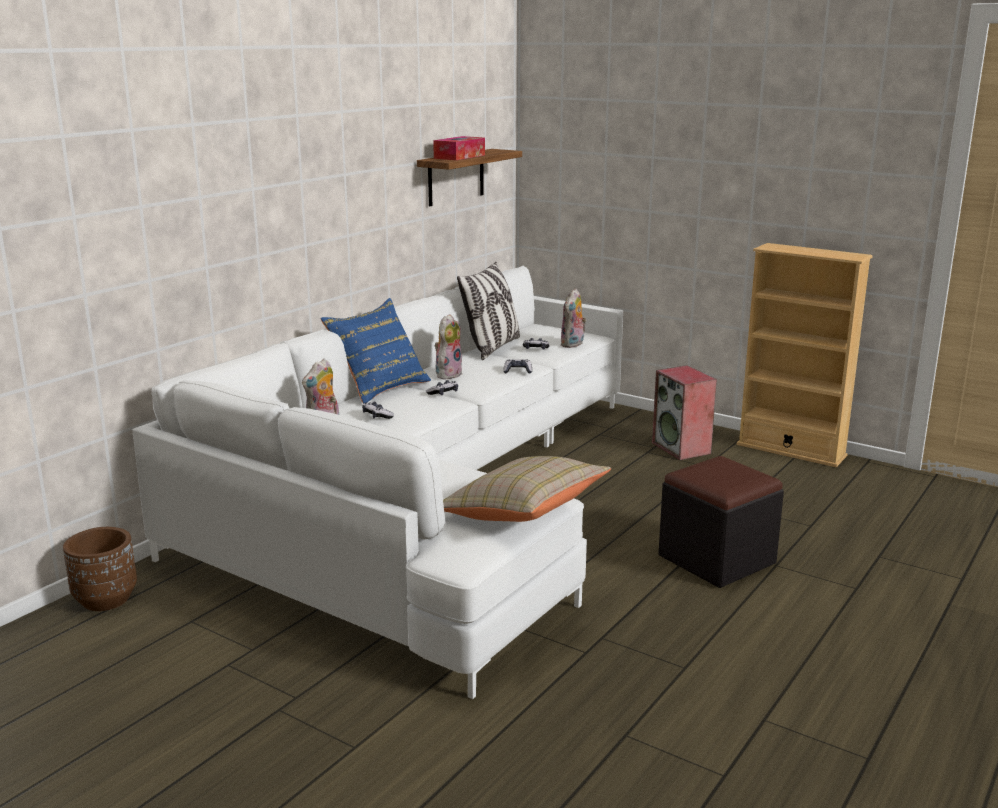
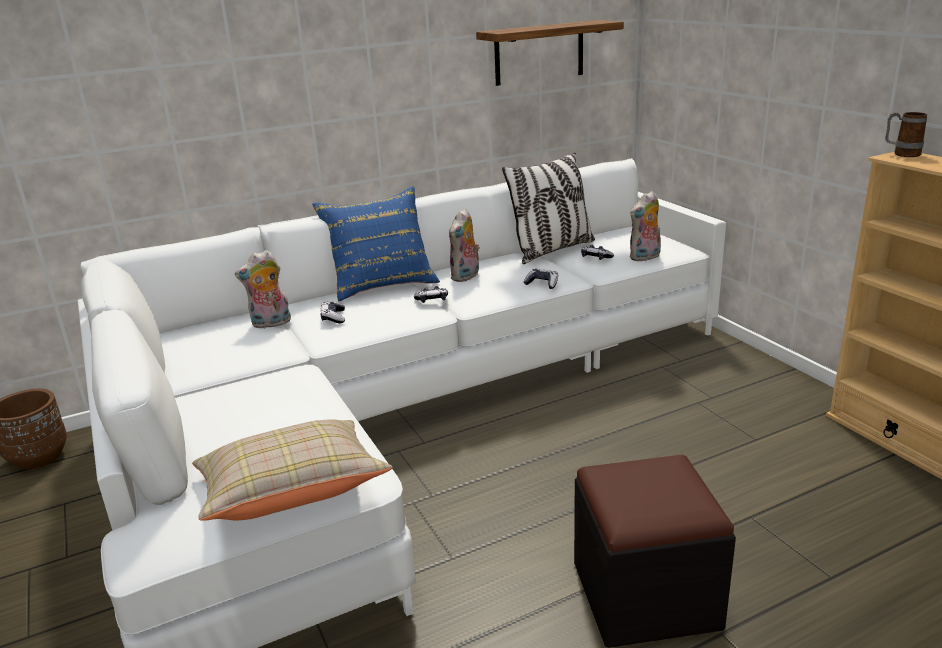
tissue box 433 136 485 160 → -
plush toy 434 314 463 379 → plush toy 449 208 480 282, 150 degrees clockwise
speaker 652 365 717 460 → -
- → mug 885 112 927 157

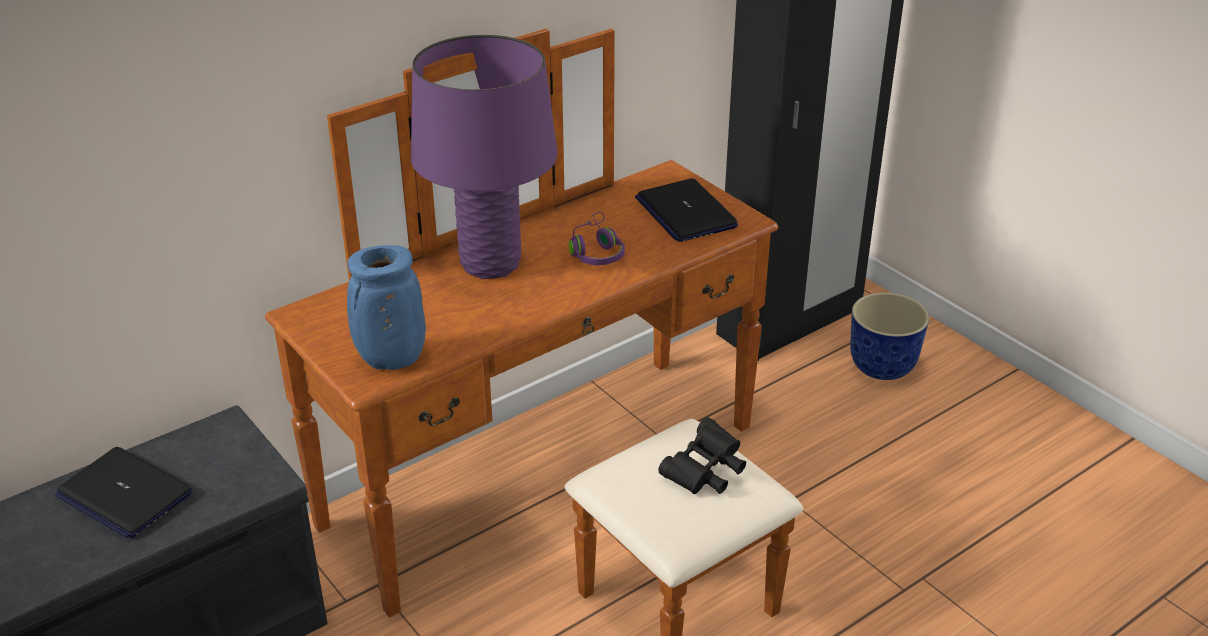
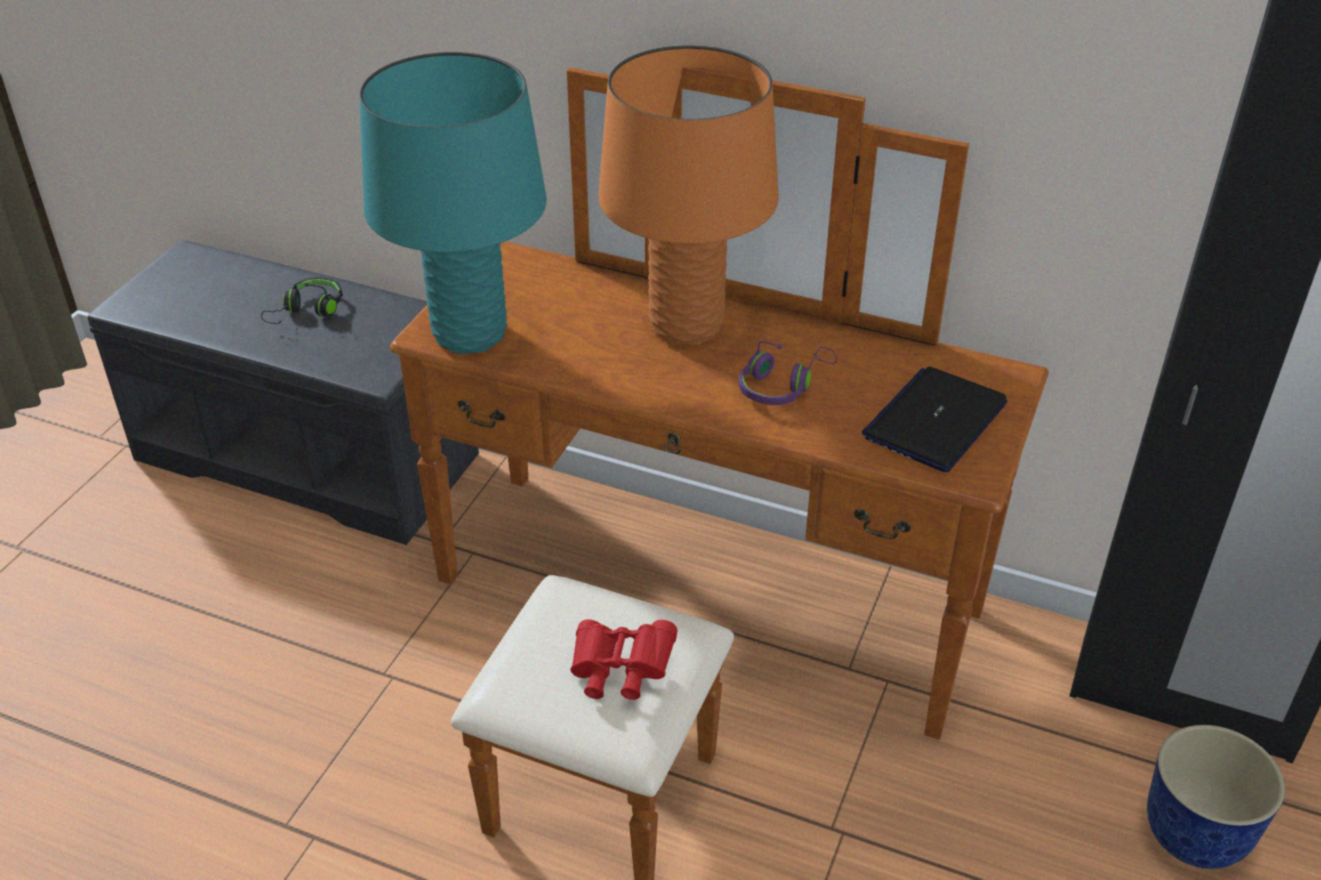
laptop 55 447 193 538 → black headphones 261 277 343 324
blue vase 347 245 426 370 → turquoise table lamp 359 52 547 354
purple table lamp 411 35 558 279 → orange table lamp 598 45 779 345
black binoculars 658 417 746 494 → red binoculars 570 619 678 700

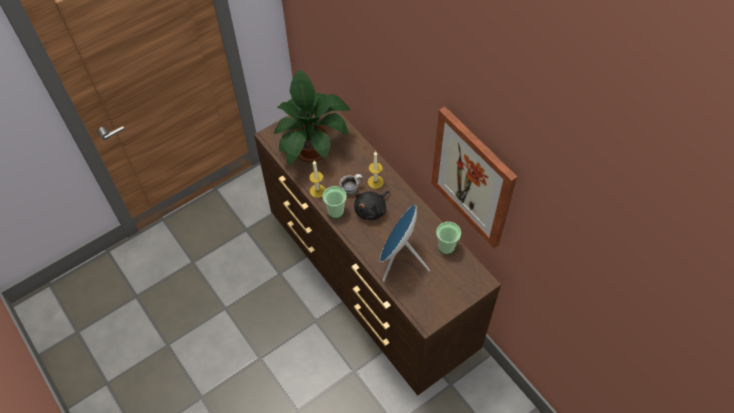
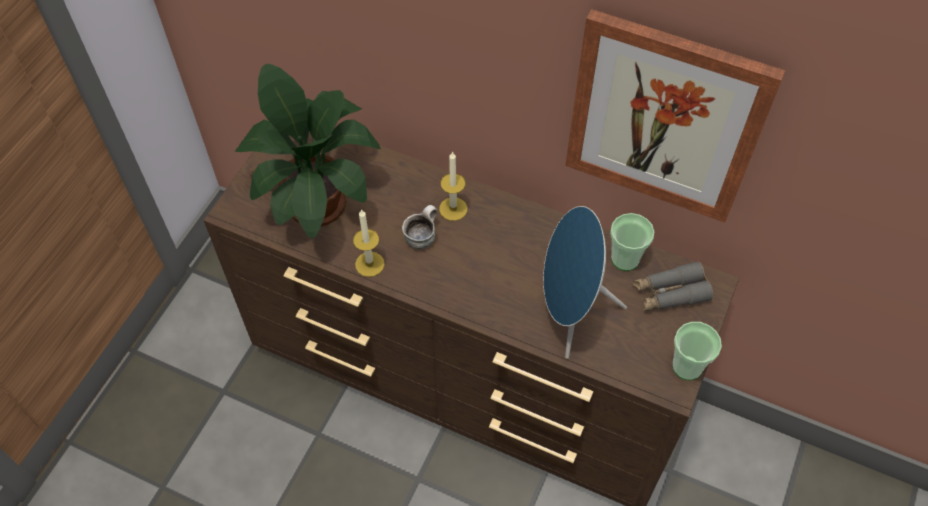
cup 322 186 347 218 → cup 672 322 722 380, shifted
black plush toy 354 191 390 220 → -
- → grey binoculars 633 261 713 311

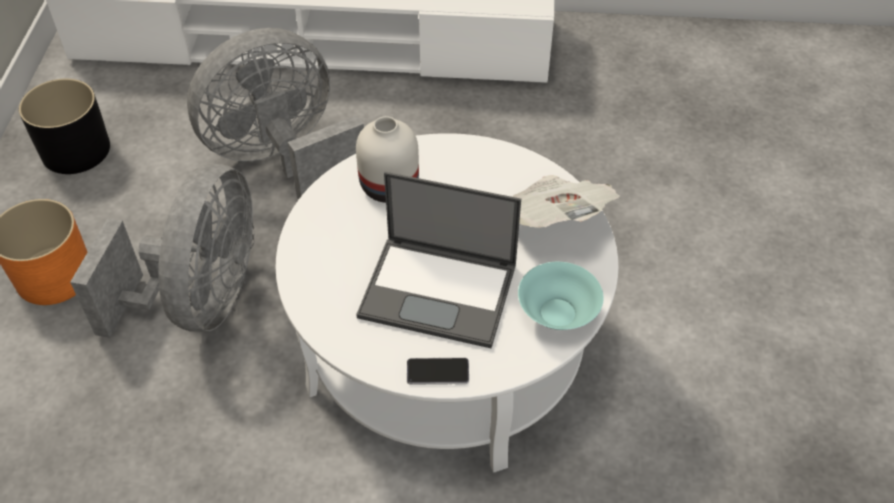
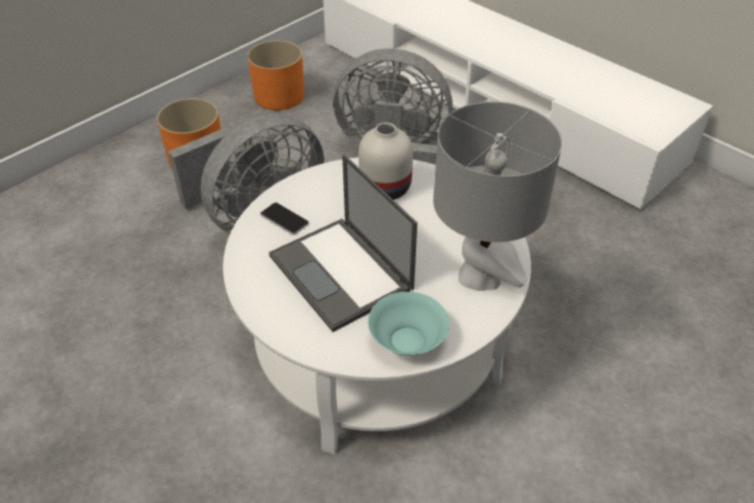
black planter 19 79 110 174 → orange planter 247 40 304 110
phone 407 358 469 385 → phone 260 202 309 235, shifted
newspaper 512 175 620 228 → grey table lamp 433 101 562 291

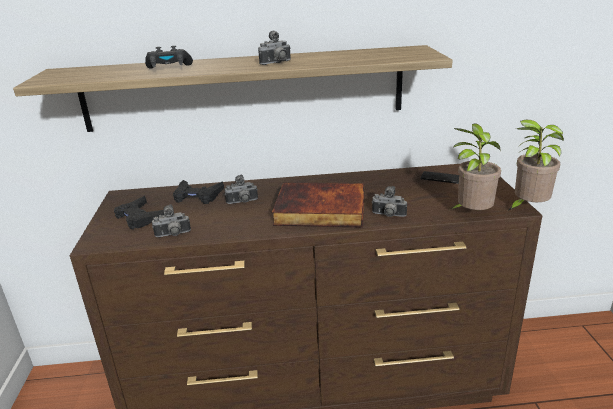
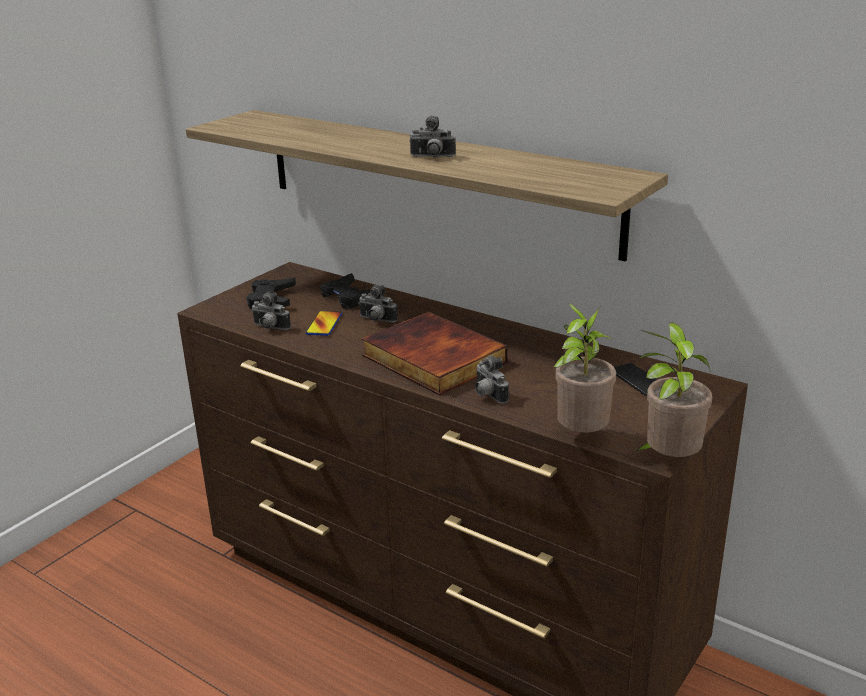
black game controller 145 46 193 69 → -
- → phone 306 311 342 336

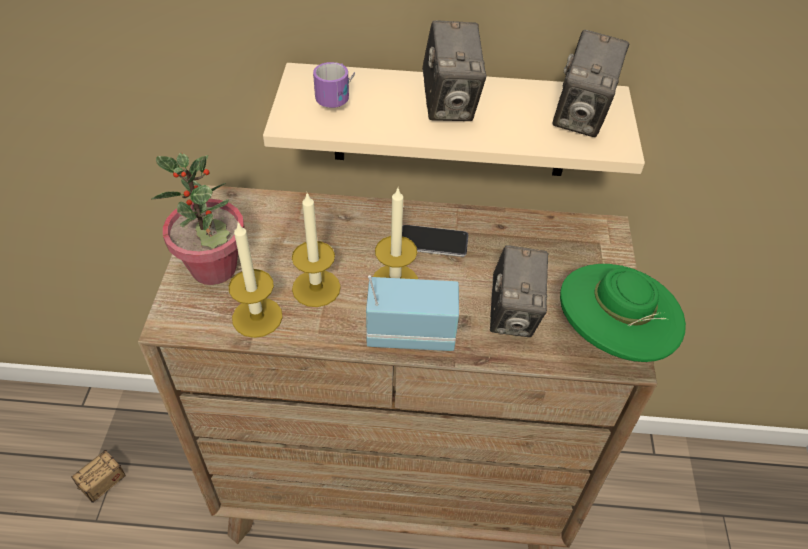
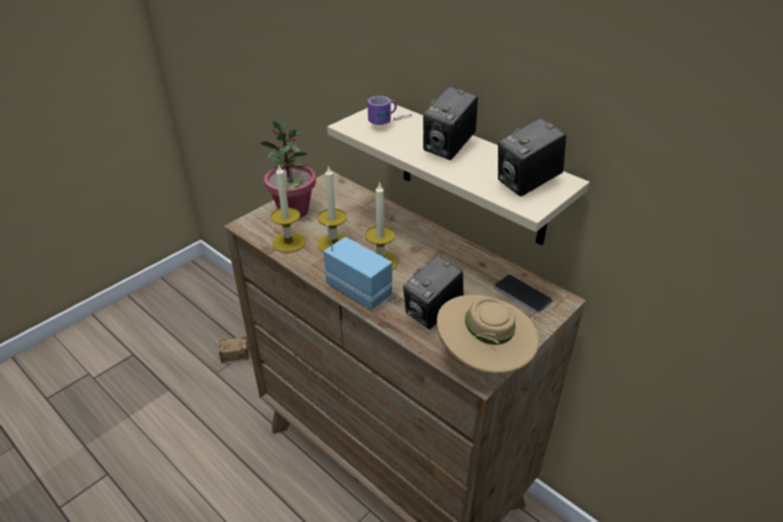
phone 402 225 469 257 → phone 494 275 553 313, shifted
green hat 560 264 686 362 → beige hat 437 295 539 374

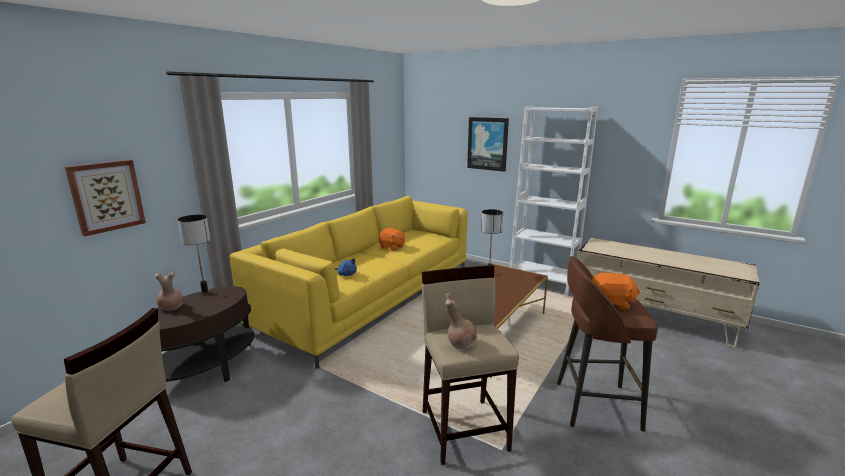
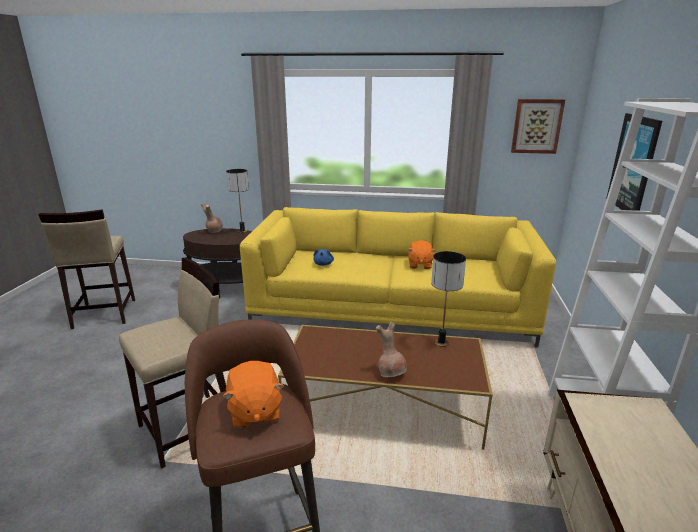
picture 65 160 146 237 → picture 511 99 565 154, shifted
brown vase 445 293 477 349 → brown vase 376 322 407 377, shifted

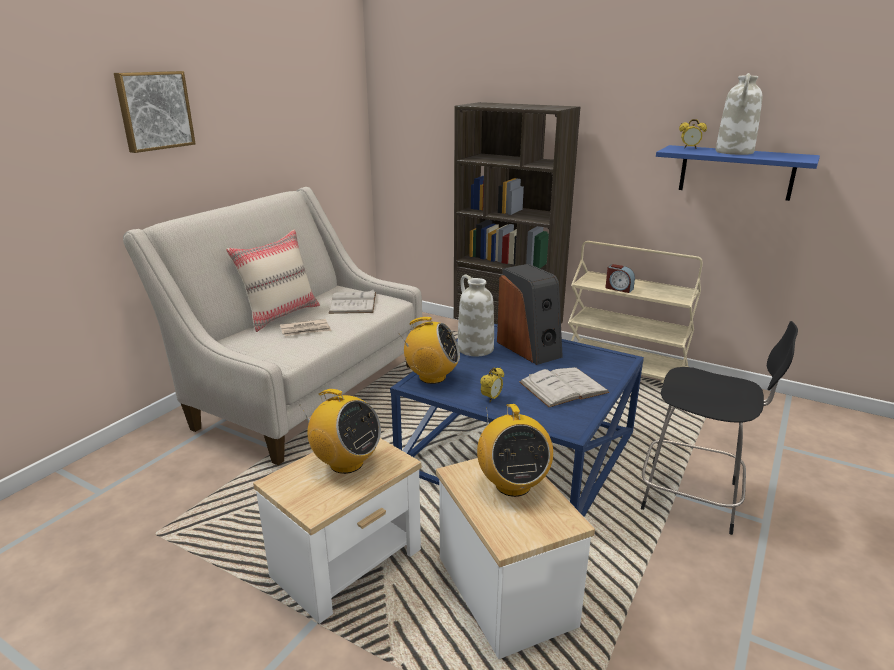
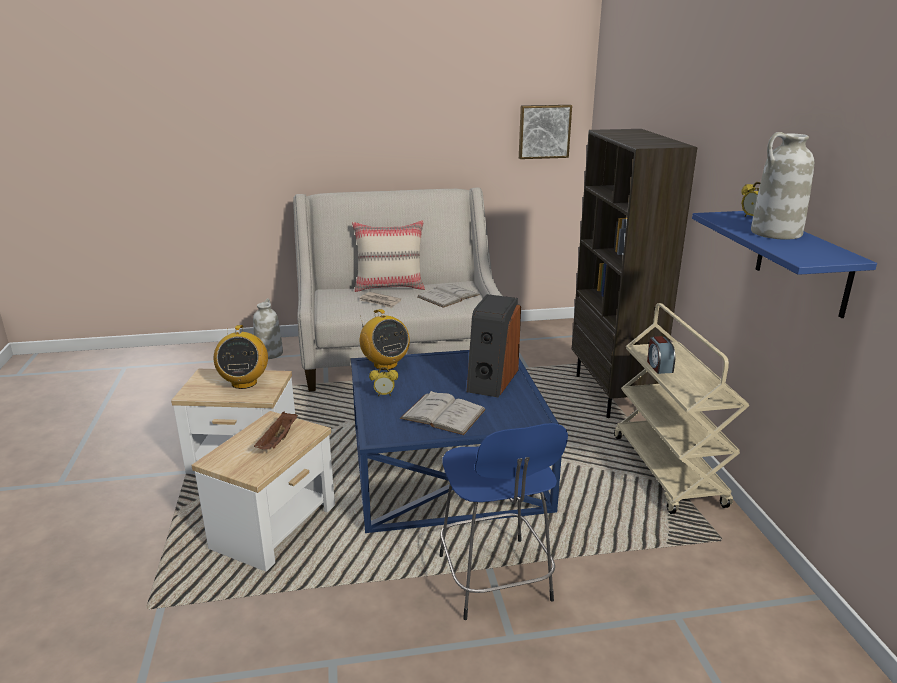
picture 114 71 196 153 → picture 519 105 572 159, shifted
white vase 458 274 494 357 → white vase 253 299 283 359, shifted
radio 477 404 553 497 → brown tray 254 412 298 449
black stool 641 321 798 535 → blue stool 439 423 568 620

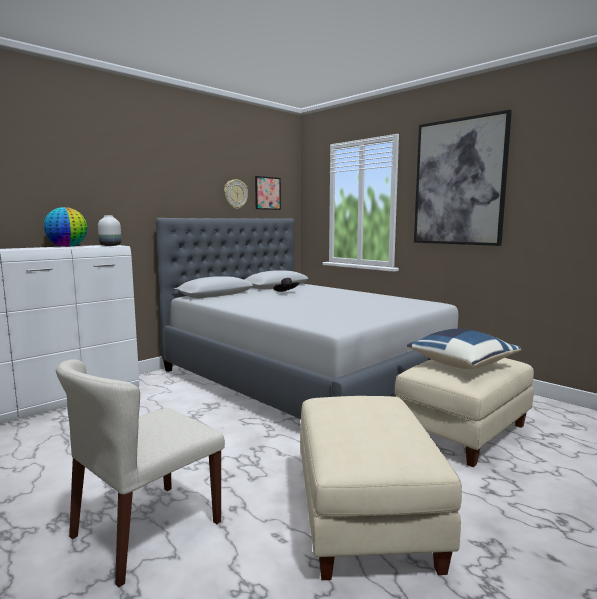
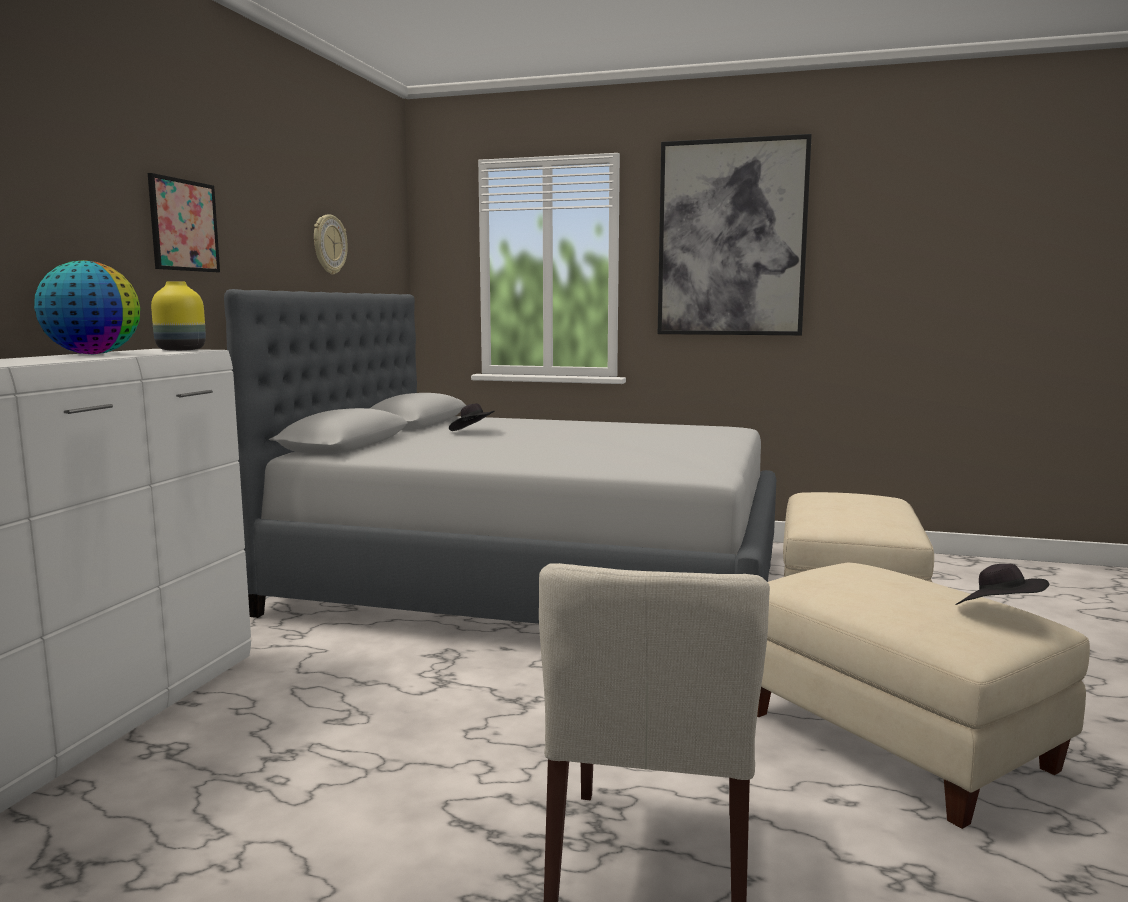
white vase 98 215 121 246 → yellow vase 151 281 206 351
picture 255 176 281 210 → picture 148 173 220 272, shifted
blue pillow 407 329 521 369 → -
- → black hat 955 564 1049 605

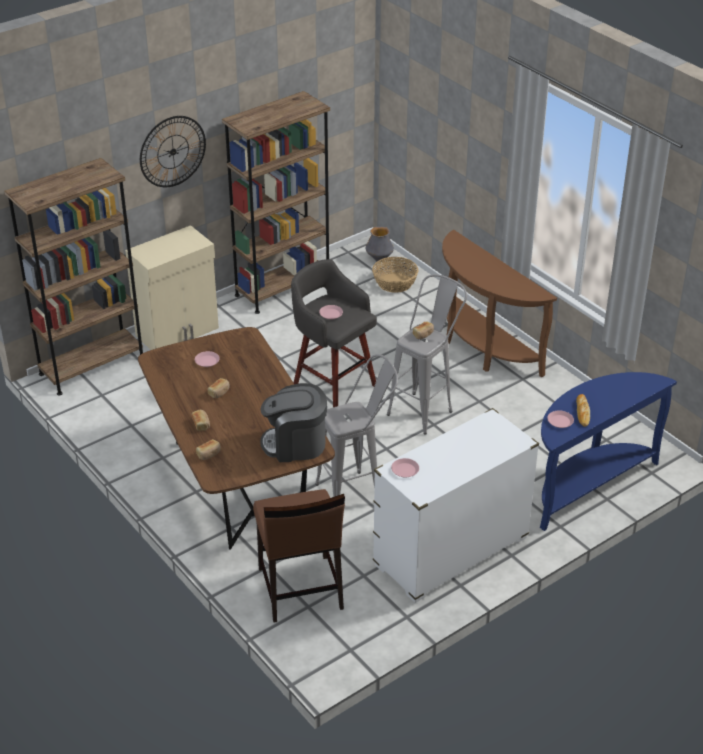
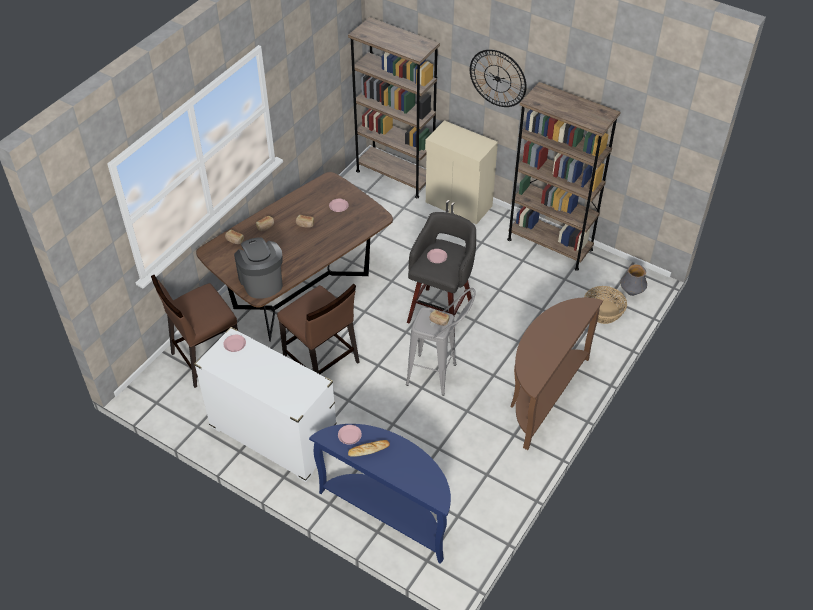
grey stool 316 354 398 497 → brown chair 277 283 360 374

